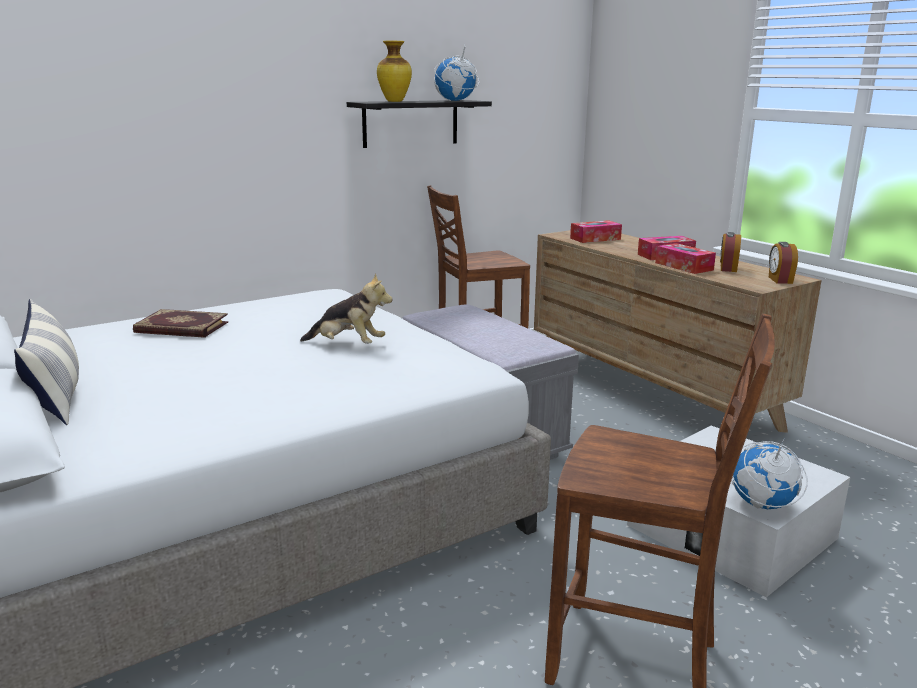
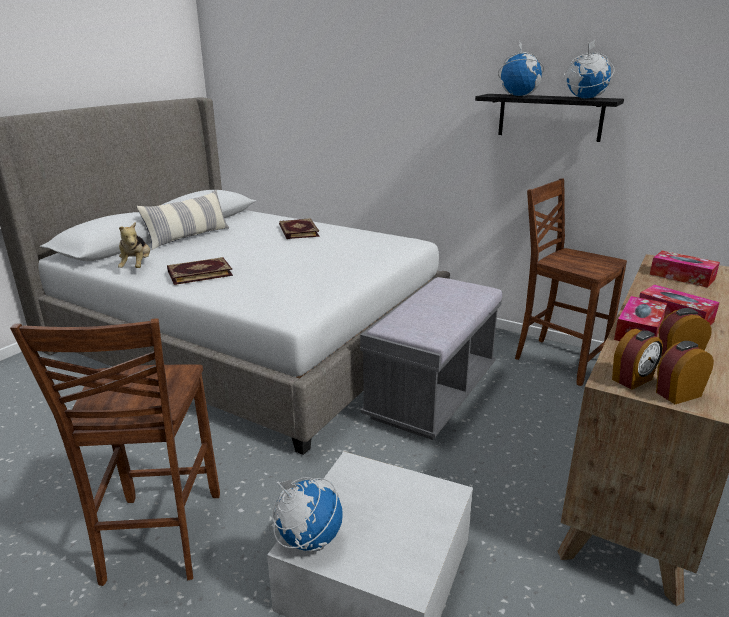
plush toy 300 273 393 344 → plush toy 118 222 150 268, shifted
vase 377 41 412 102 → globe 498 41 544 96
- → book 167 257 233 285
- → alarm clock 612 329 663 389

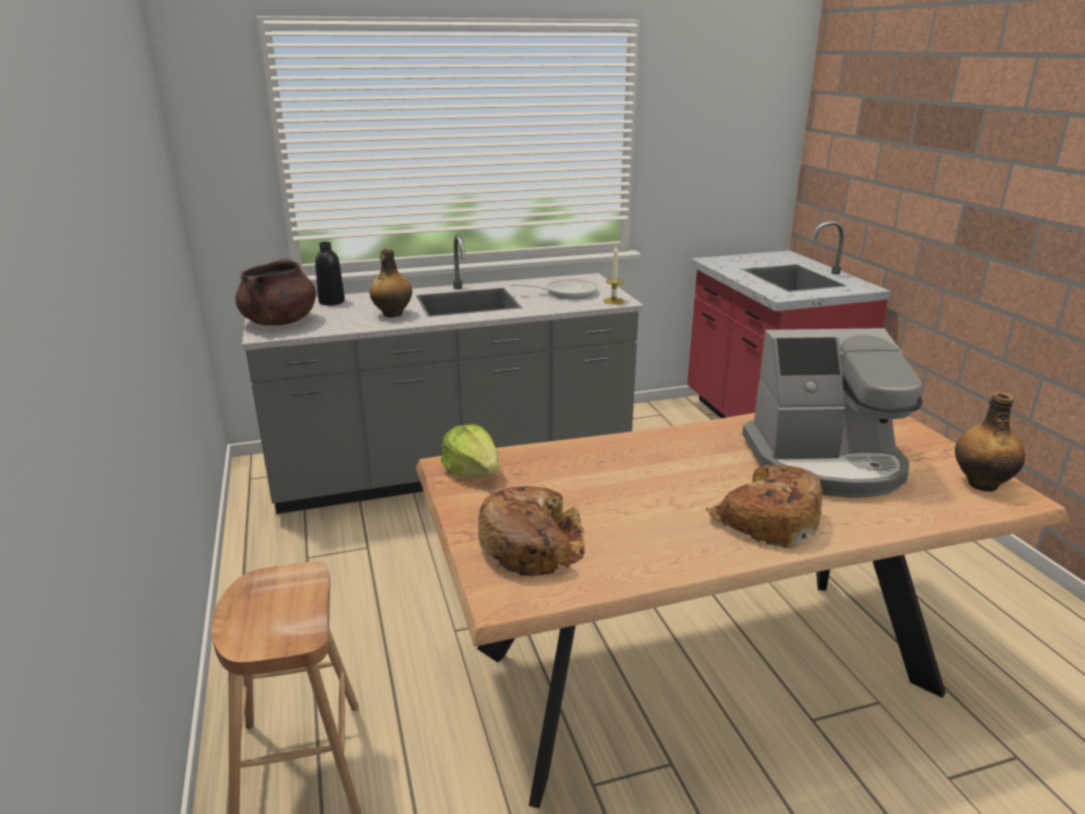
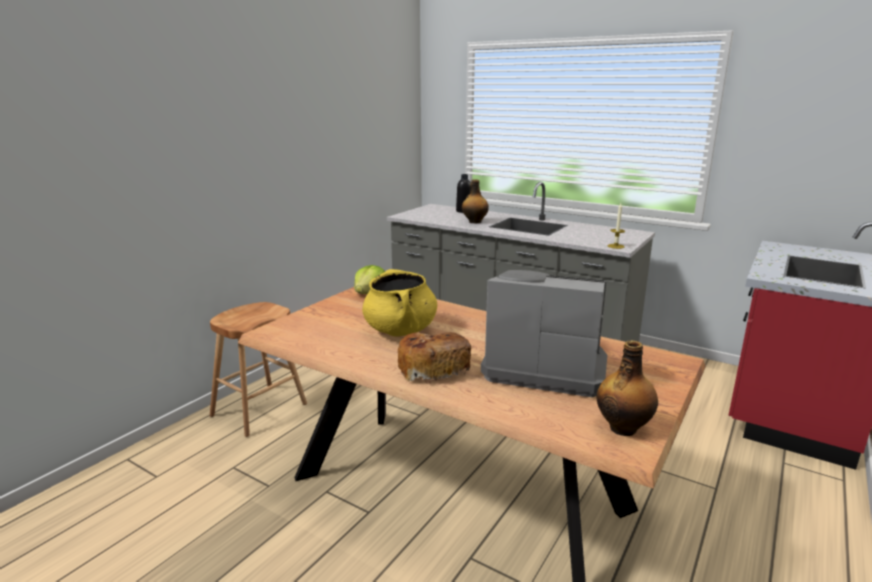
brown cooking pot 236 258 316 326 → -
bread 478 486 585 576 → -
frying pan 509 279 599 299 → -
coffee machine 742 328 923 498 → coffee machine 481 270 607 397, 150 degrees clockwise
- → yellow cooking pot 362 269 437 337

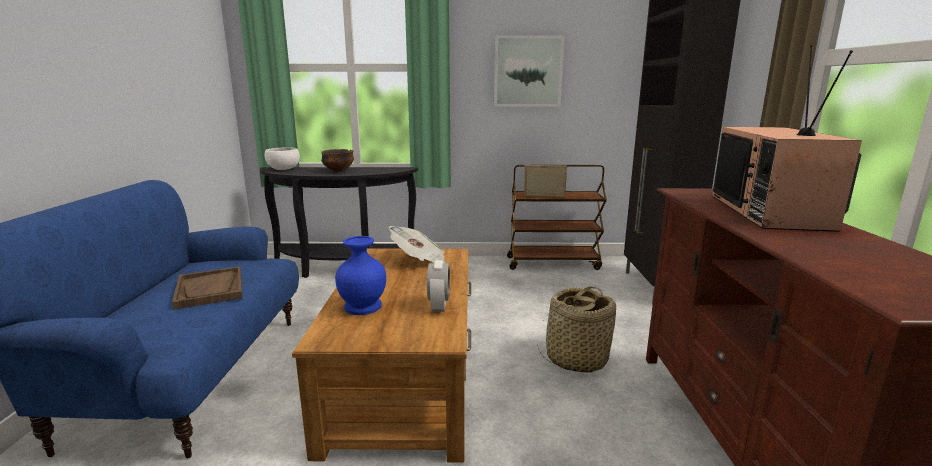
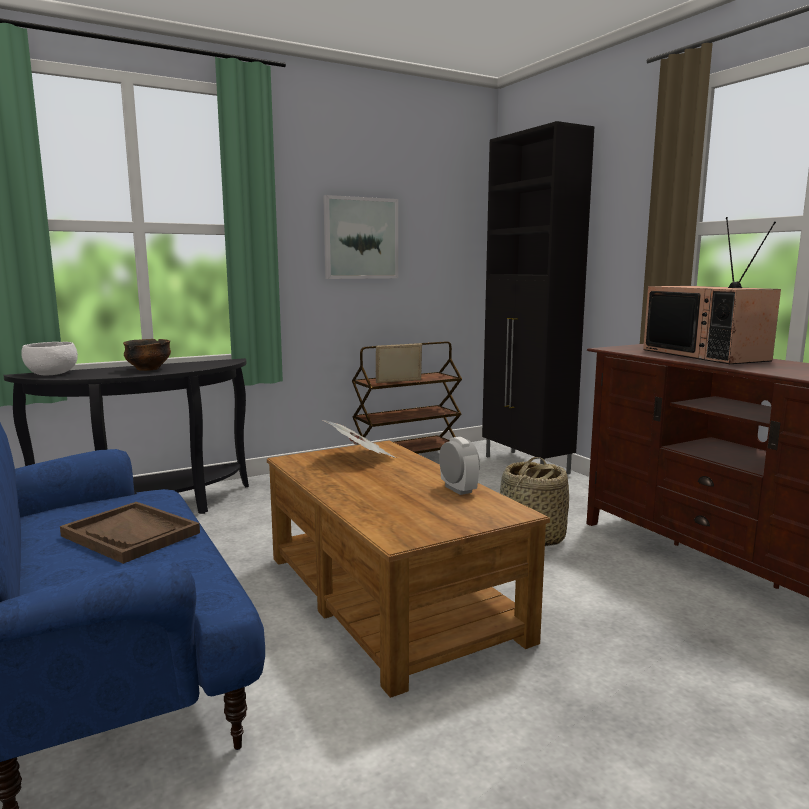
blue vase 335 236 386 315 → -

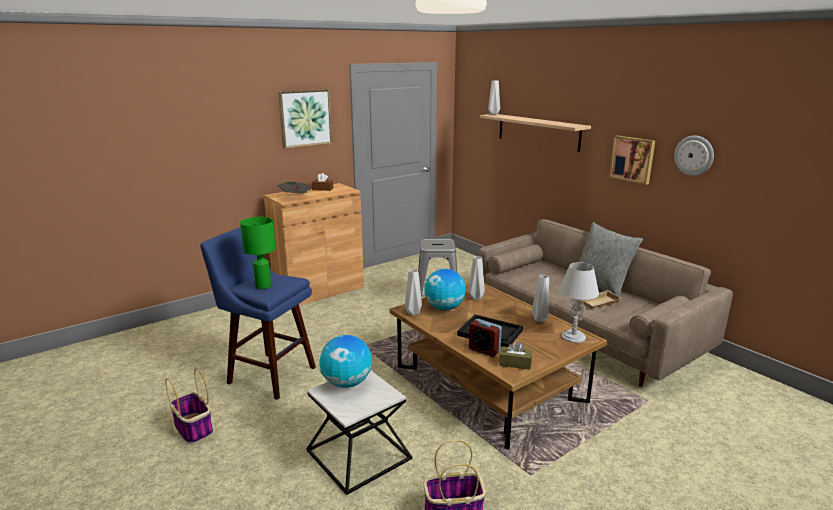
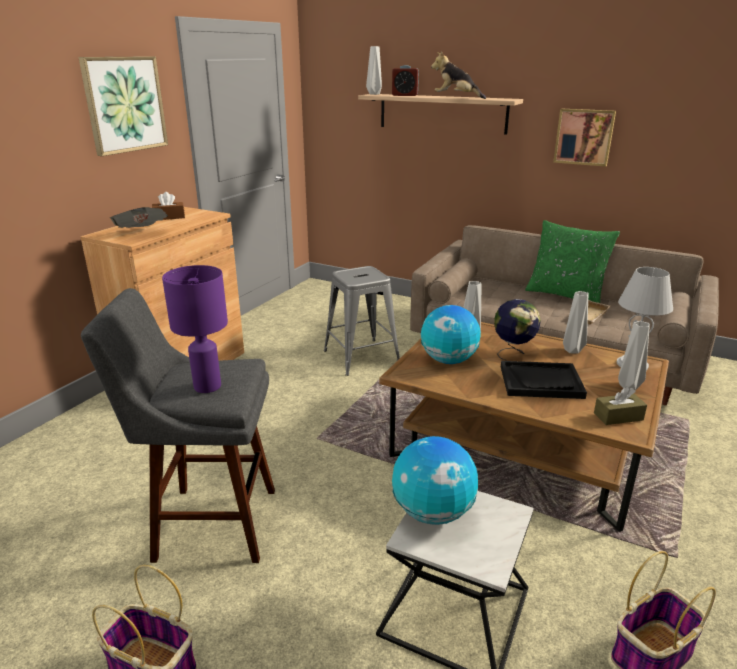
blue stool 200 227 316 400 → grey stool 81 288 275 563
green table lamp 240 217 276 289 → purple table lamp 162 265 228 393
grey vase 405 269 422 316 → grey vase 618 321 650 390, shifted
alarm clock 469 319 502 357 → alarm clock 392 65 419 96, shifted
grey pillow 579 222 643 297 → green pillow 525 220 620 303
wall clock 674 135 714 176 → -
- → plush toy 431 51 486 99
- → globe 494 299 541 361

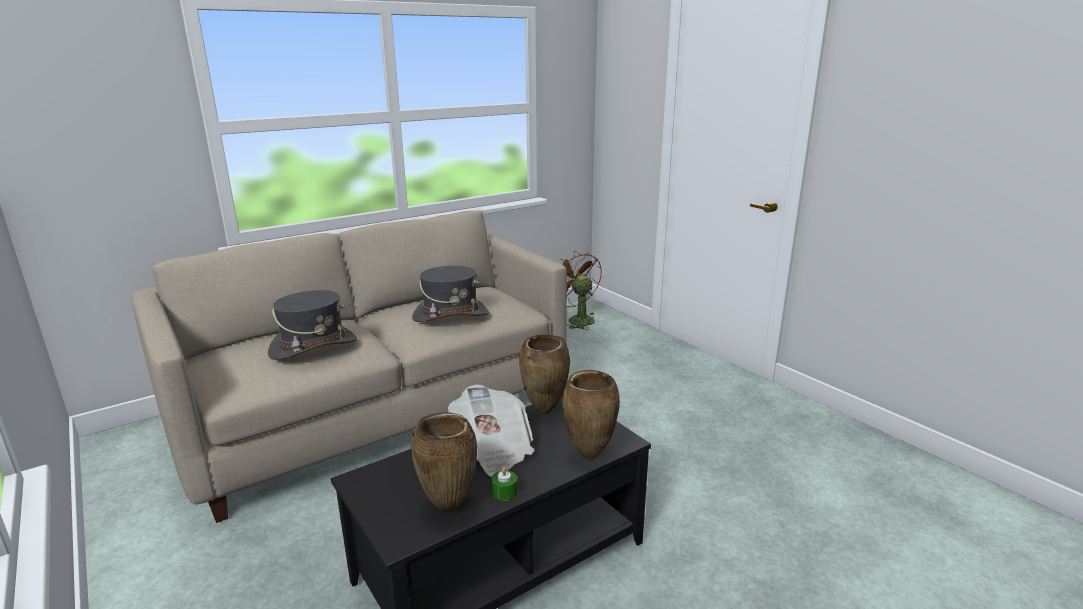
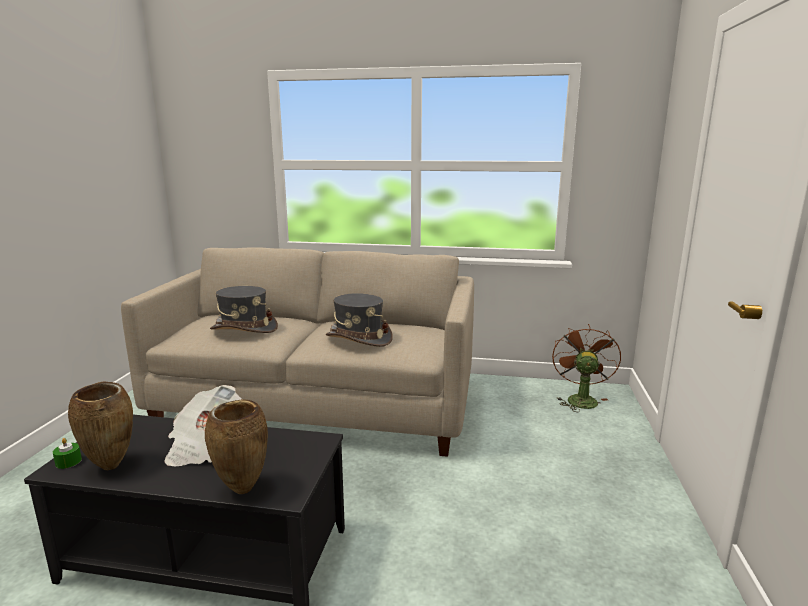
green candle 491 466 518 501 → green candle 53 438 82 469, shifted
brown vase 519 334 570 414 → -

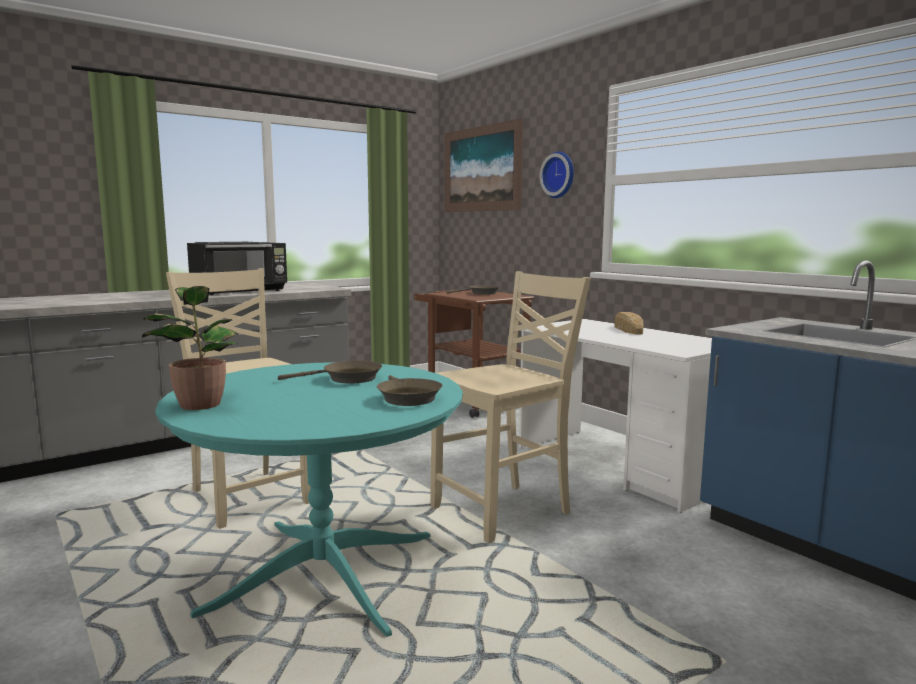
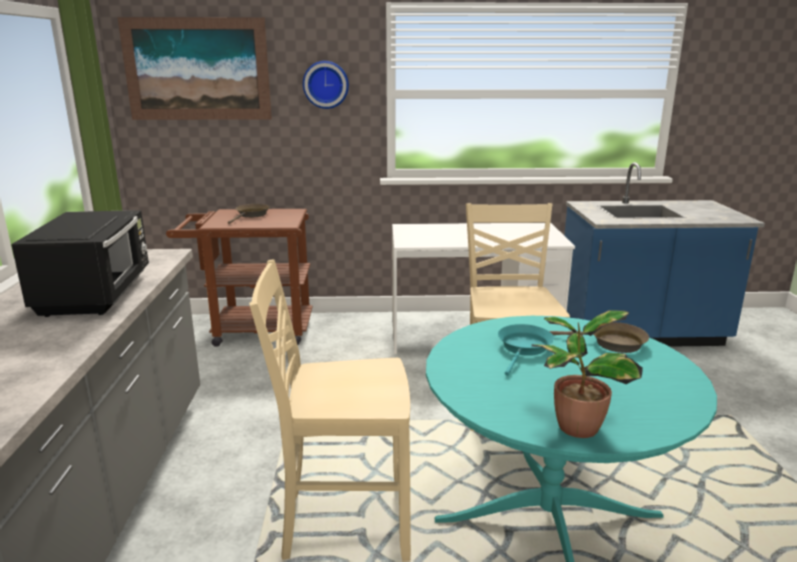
brown frying pan 278 360 382 383 → turquoise frying pan 498 324 554 376
bread 614 312 644 334 → -

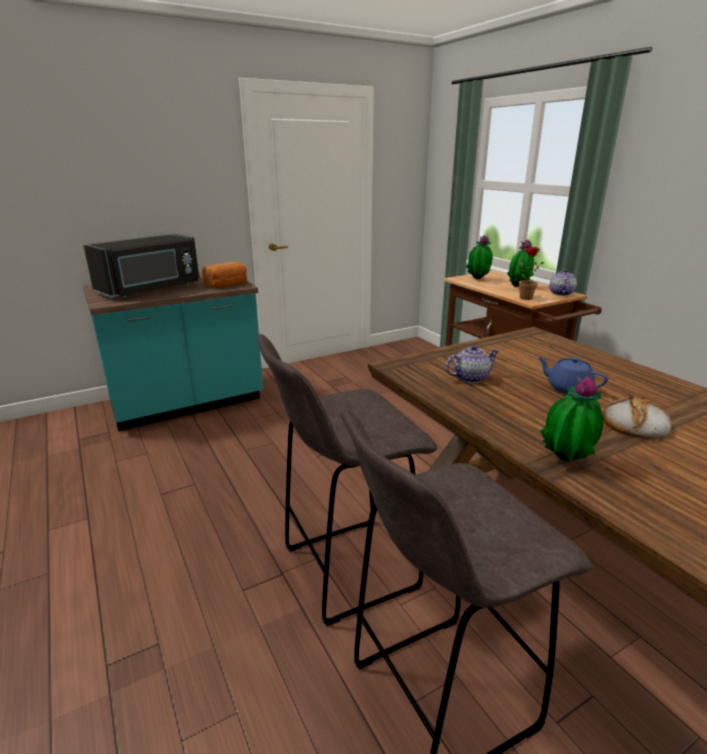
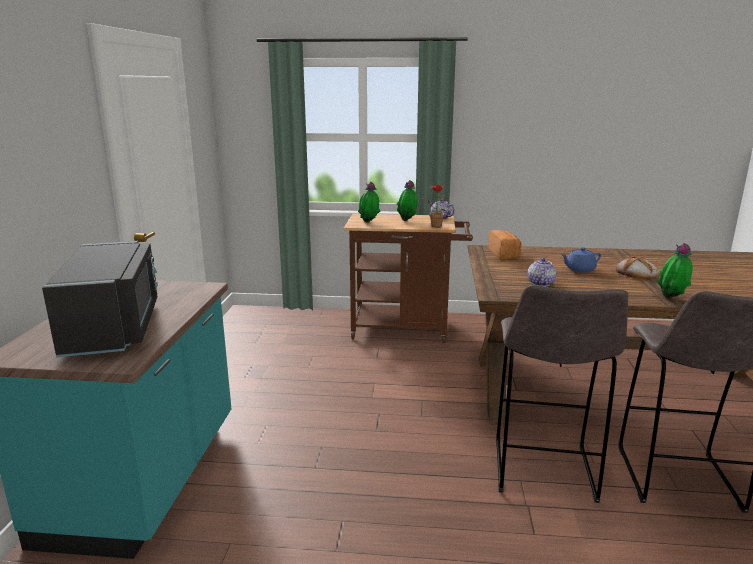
bread 202 262 247 288 → bread 488 230 522 259, shifted

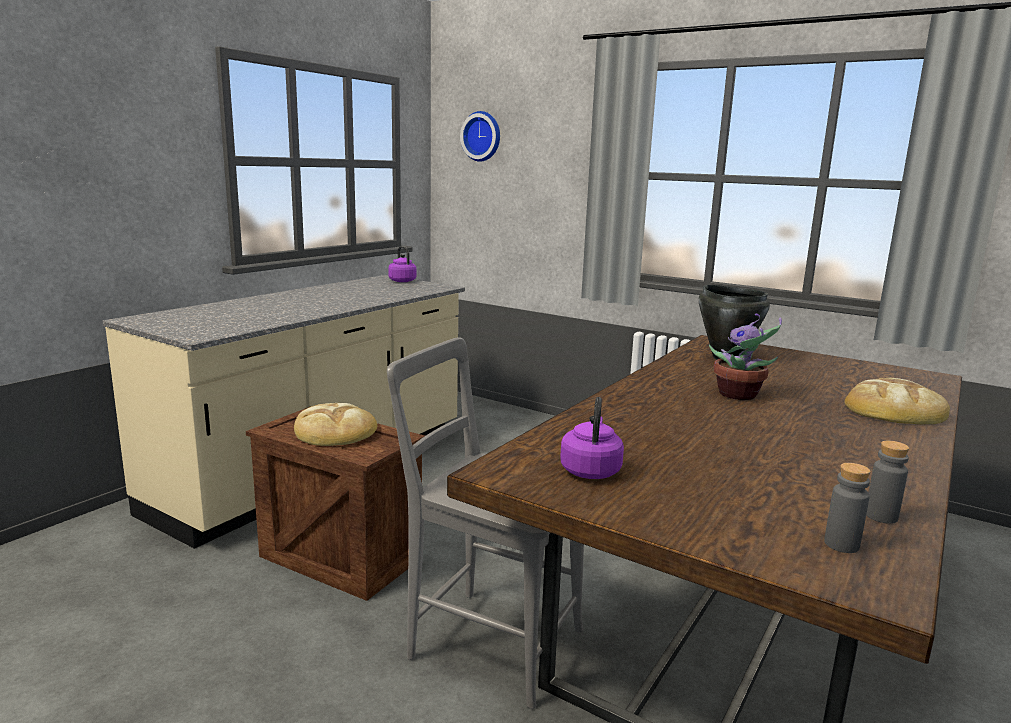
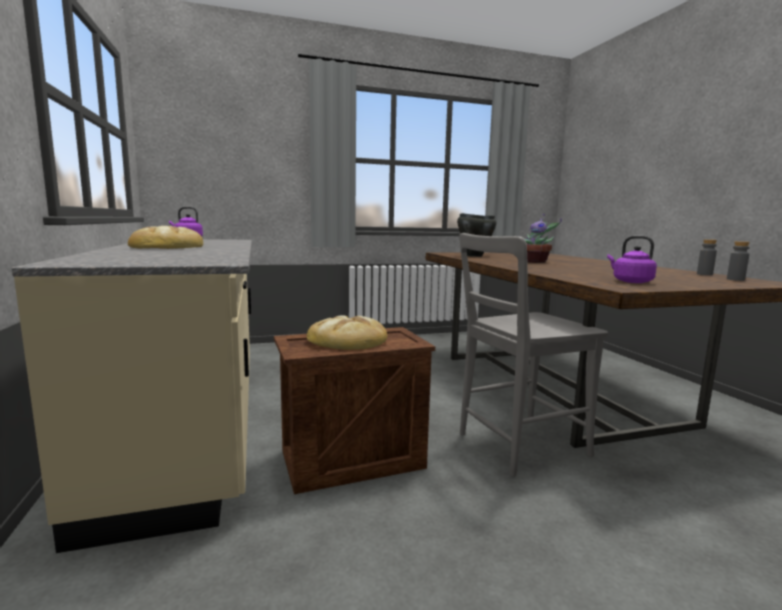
wall clock 460 111 500 162 → -
bread 845 378 950 424 → bread 128 226 203 249, shifted

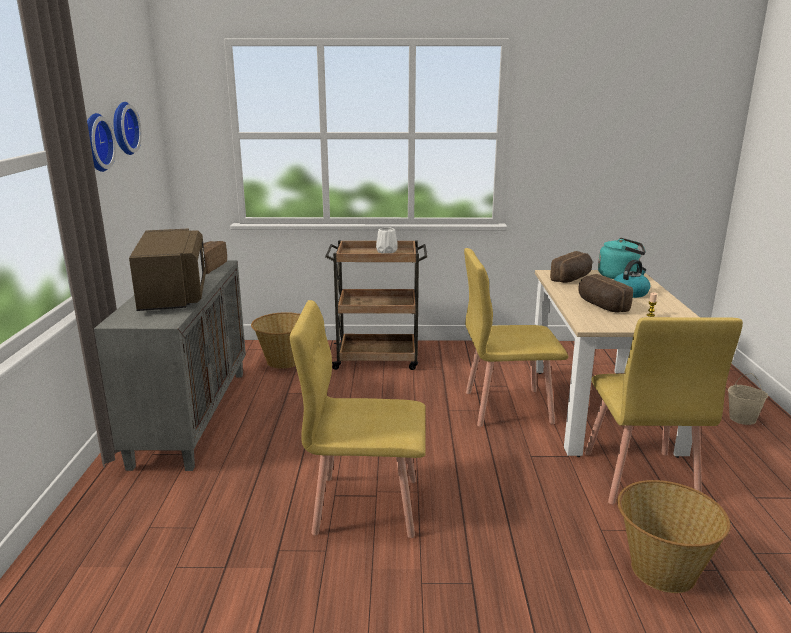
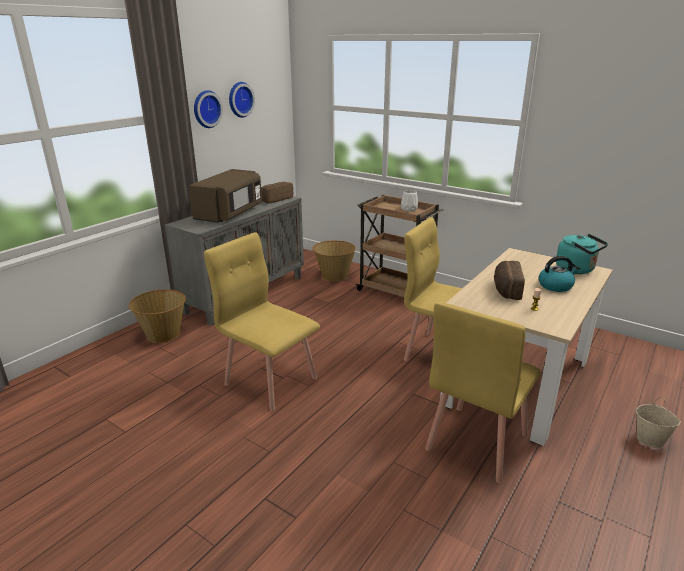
bread 550 251 592 283 → -
basket 617 480 731 593 → basket 129 289 186 343, shifted

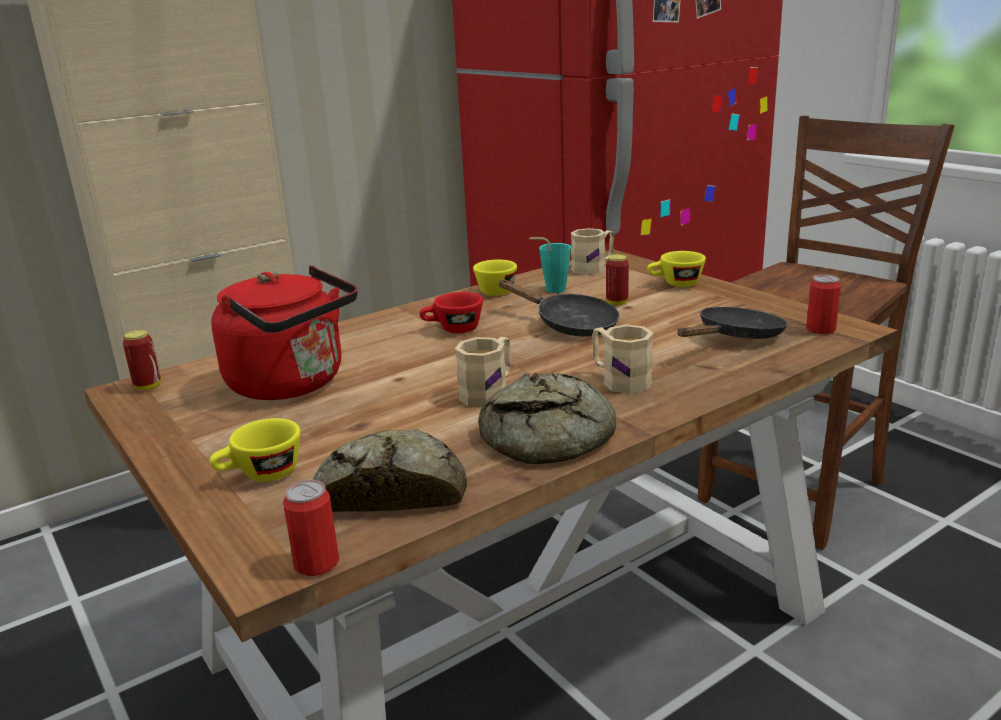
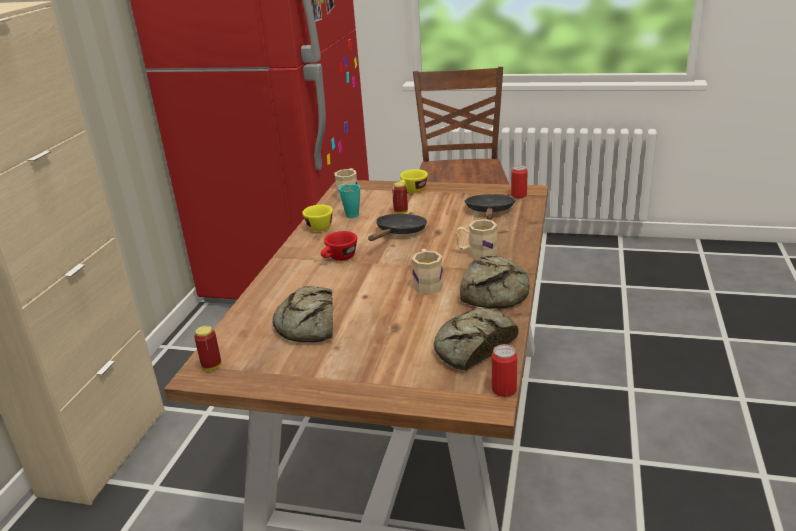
yellow cup 210 418 301 482 → -
red kettle 211 265 358 400 → bread 272 286 333 342
black frying pan 498 280 619 337 → black frying pan 368 214 427 241, 60 degrees counterclockwise

